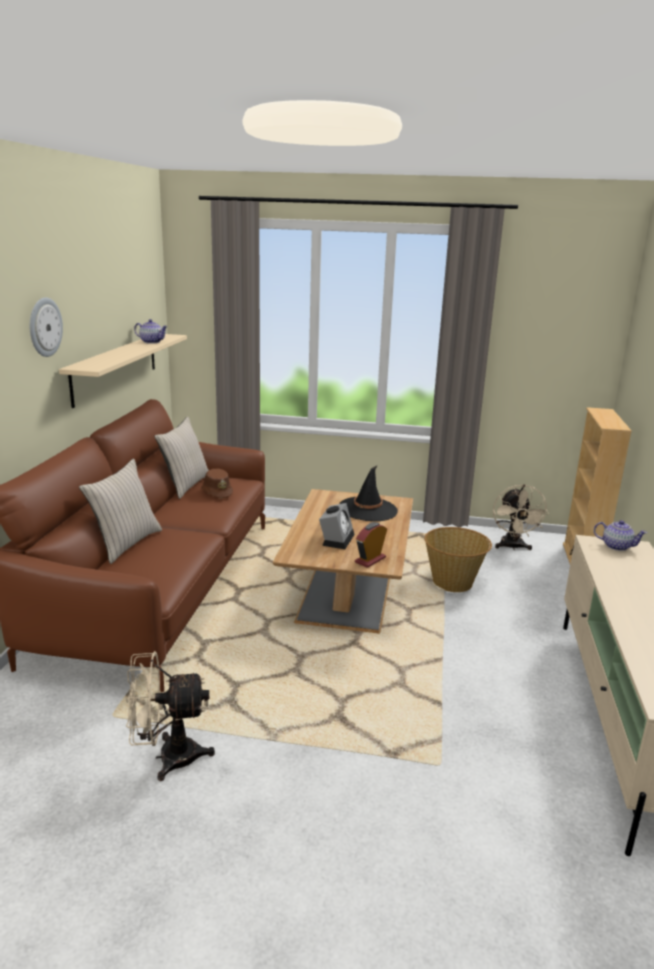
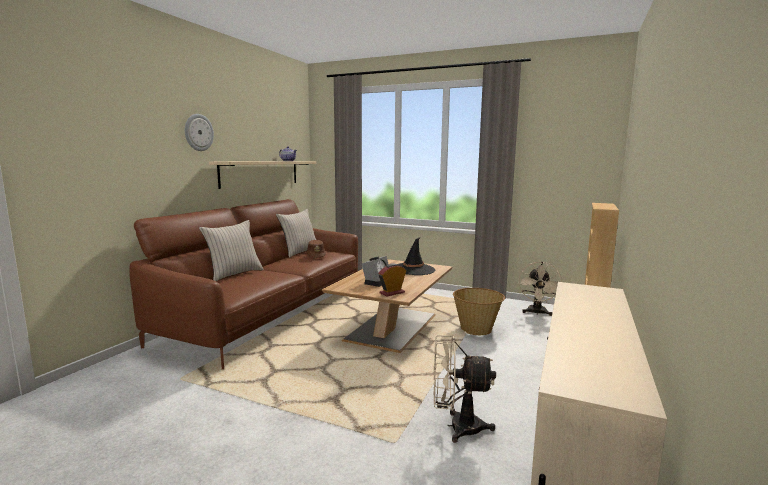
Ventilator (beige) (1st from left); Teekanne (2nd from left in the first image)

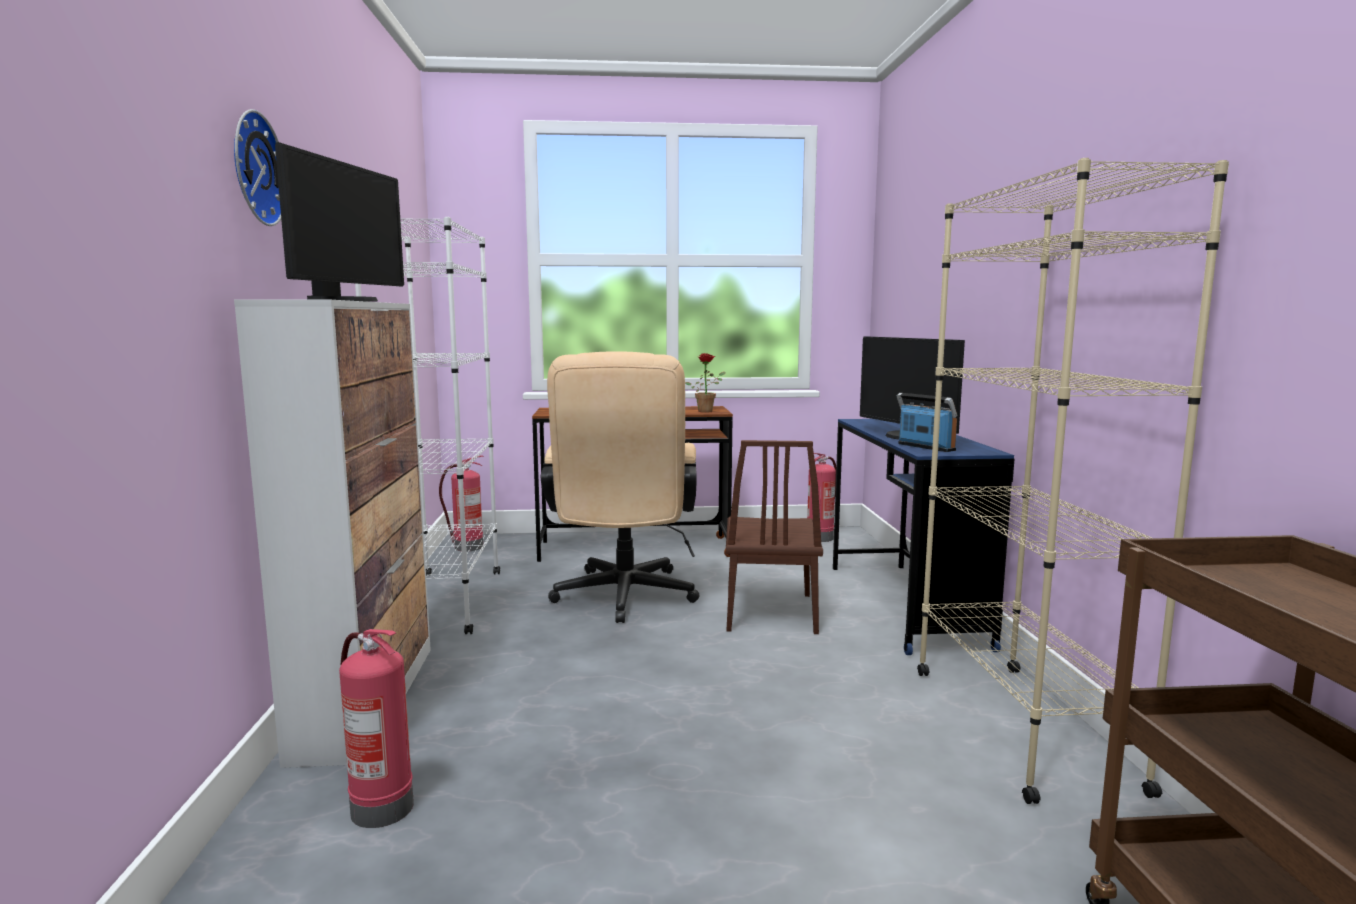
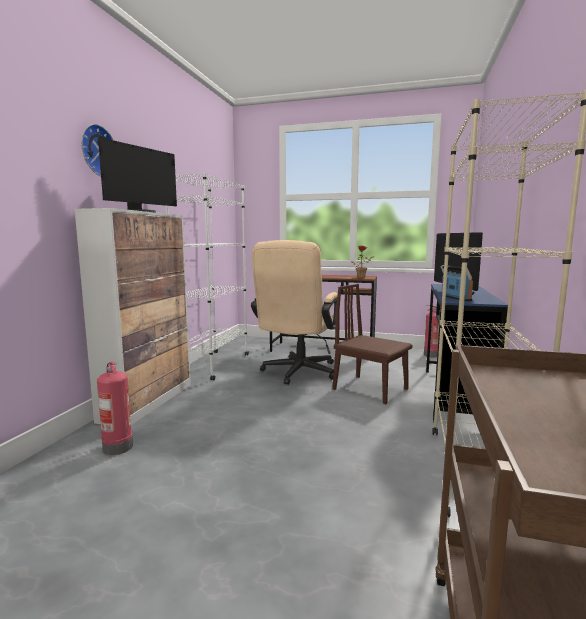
Feuerlöscher (2nd from left in the first image); Stuhl (braun)

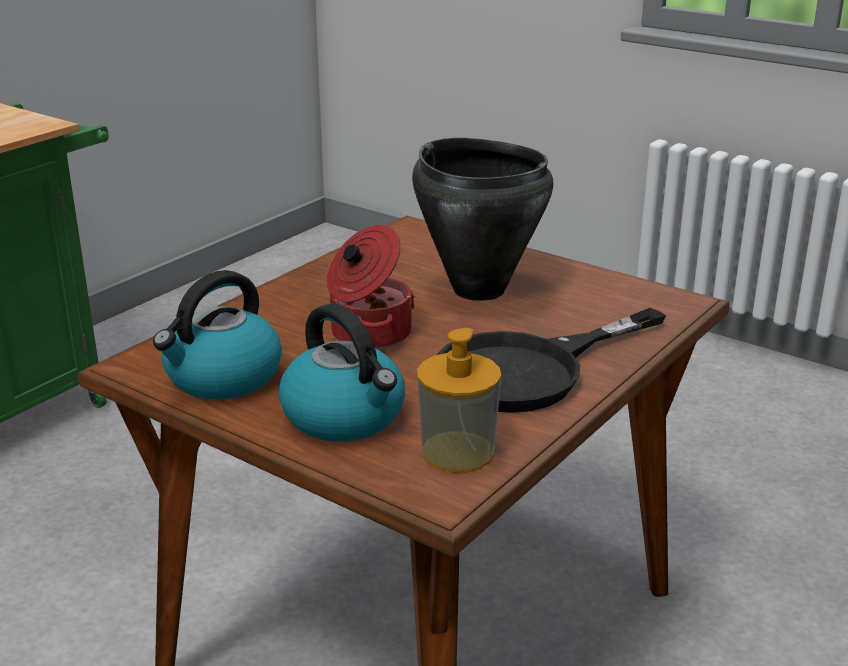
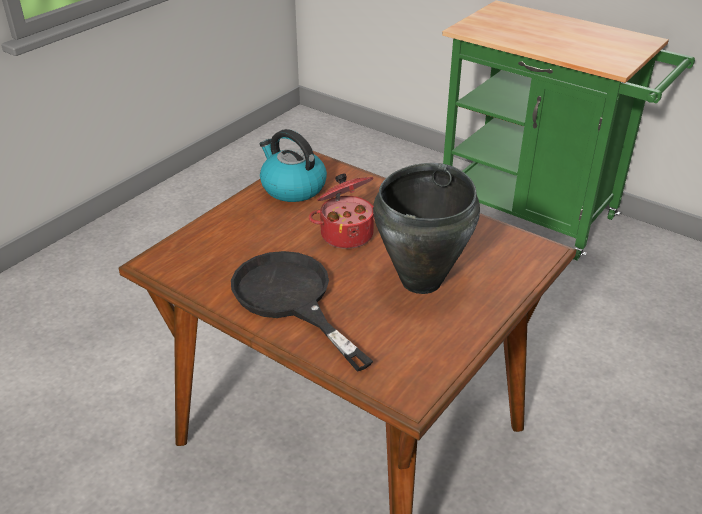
Wasserkessel (2nd from left in the first image); Seifenspender

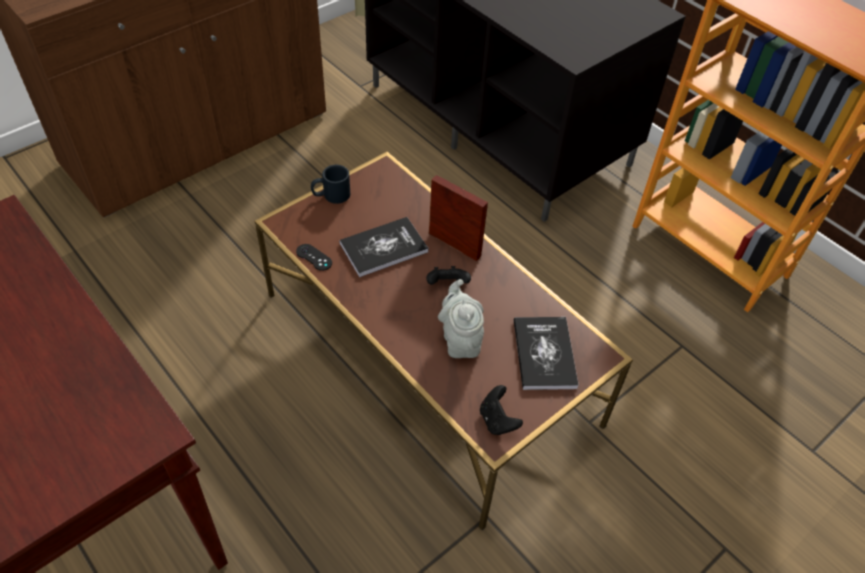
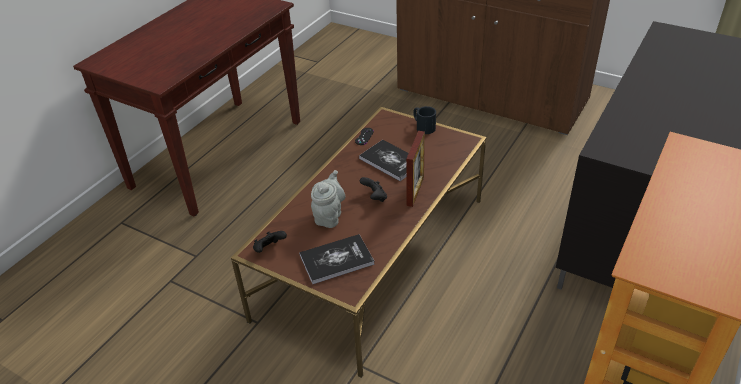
Teekanne (grau)

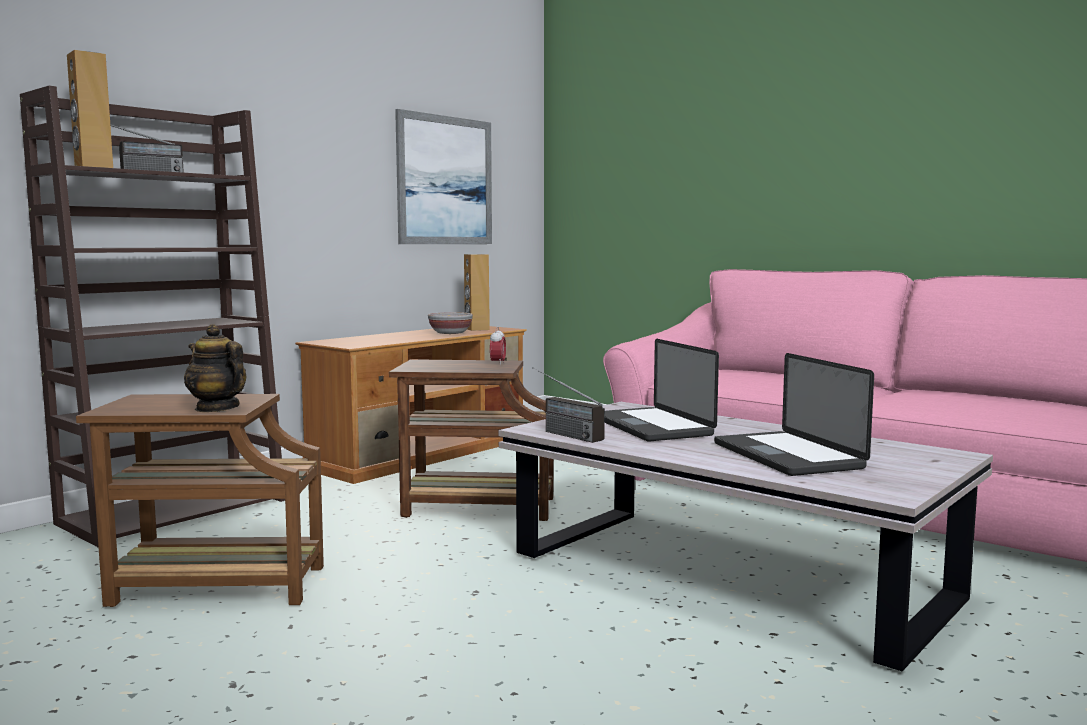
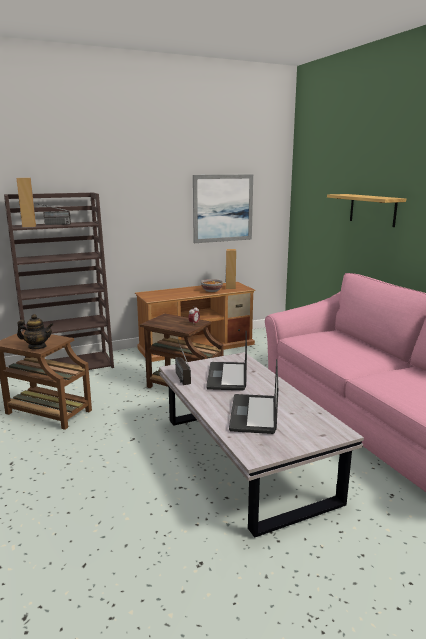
Teekanne; Wandregal

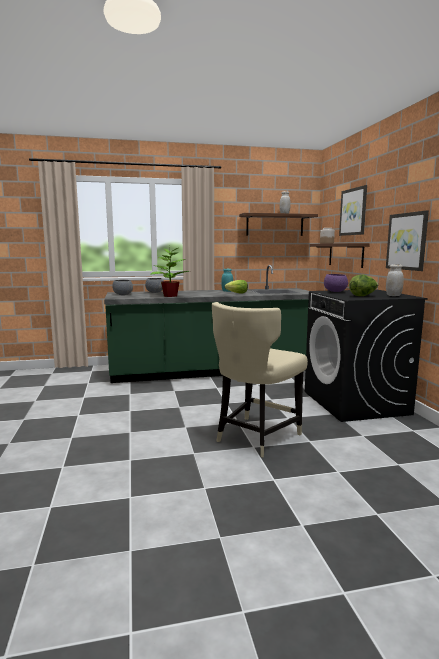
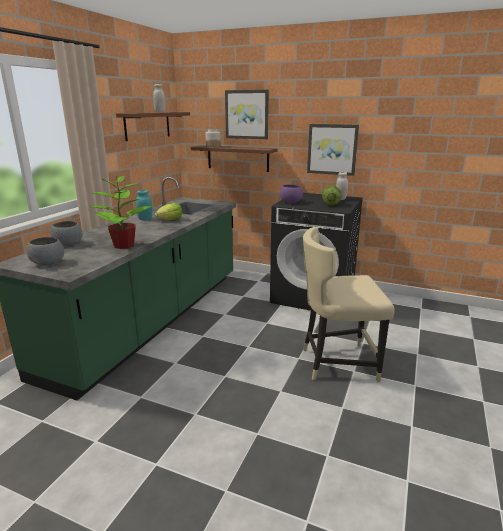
Stuhl (beige)

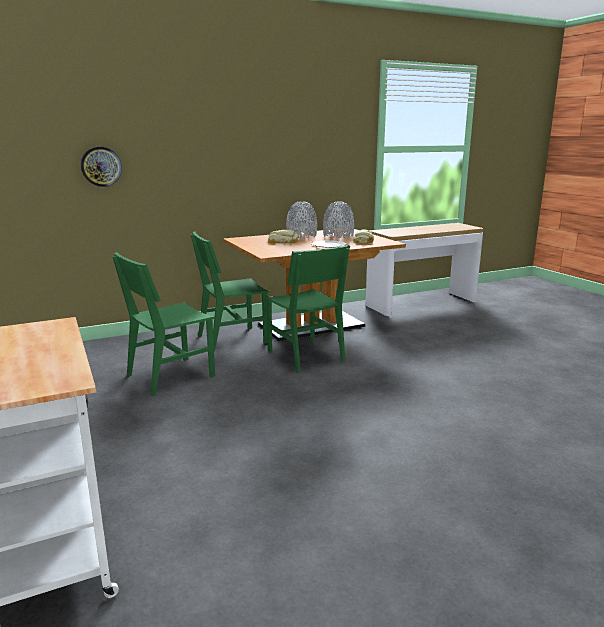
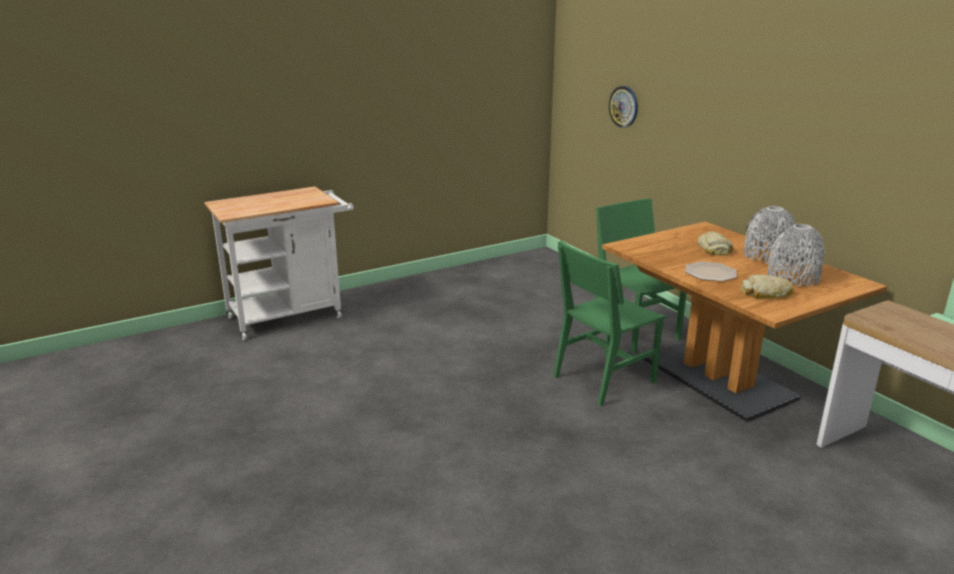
Stuhl (grün) (1st from left in the first image)

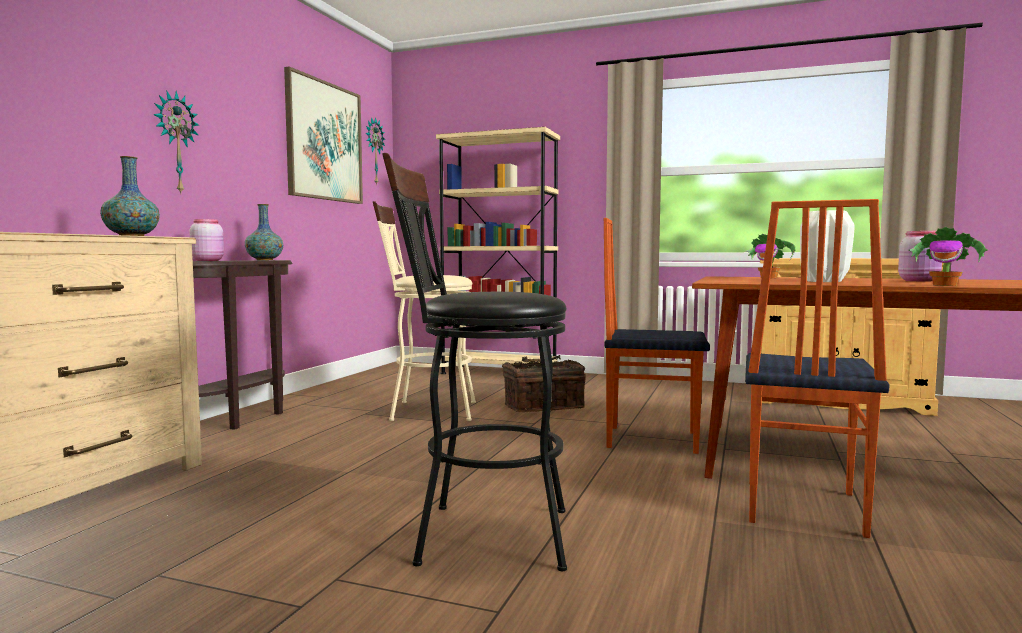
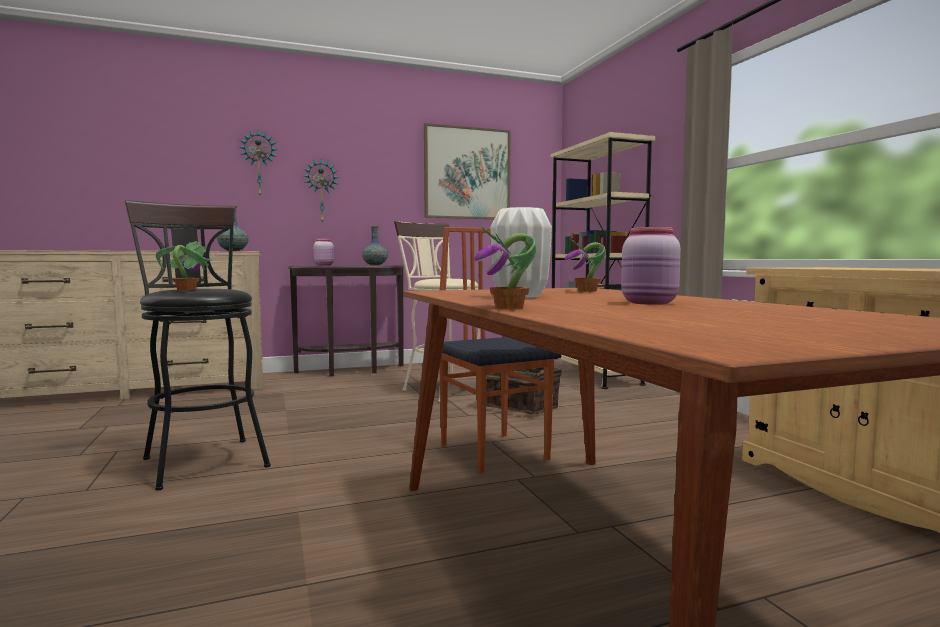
Wanduhr (1st from left); Stuhl (2nd from left in the first image); Topfpflanze (1st from left)

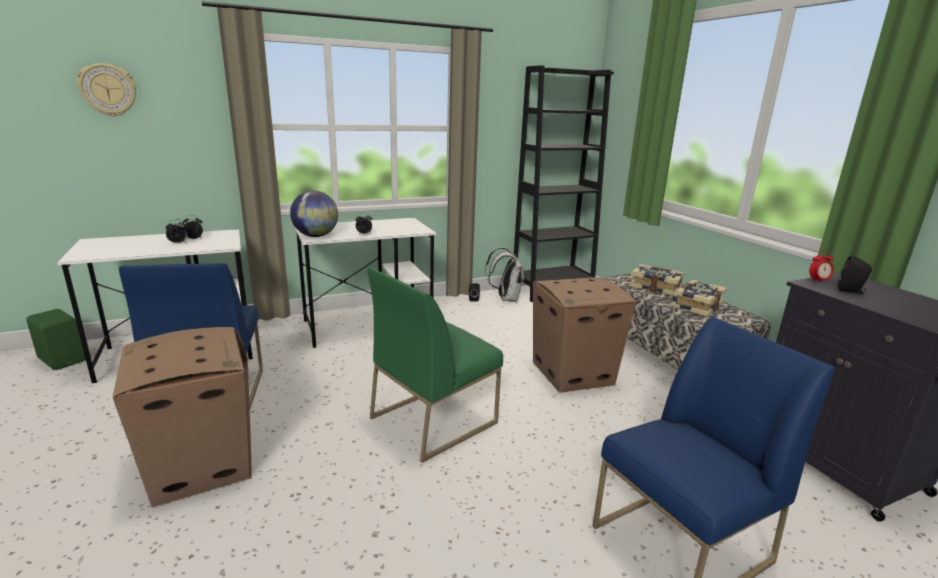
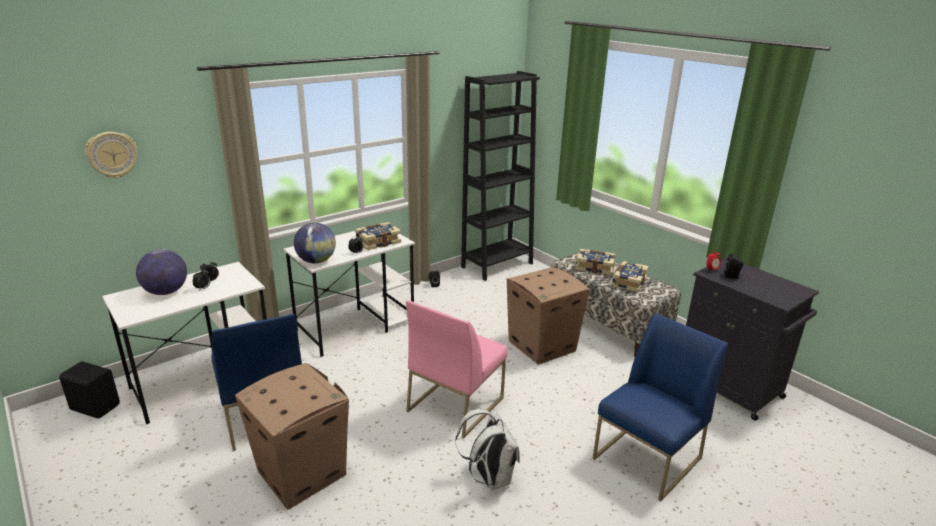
Lautsprecher (schwarz) (1st from left); Stuhl (rosa); Rucksack (weiß); Globus (1st from left); Buch (1st from left)

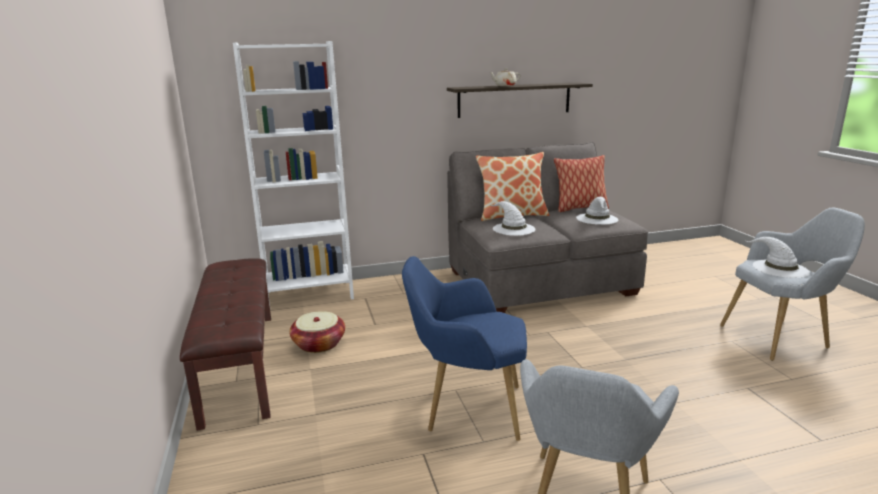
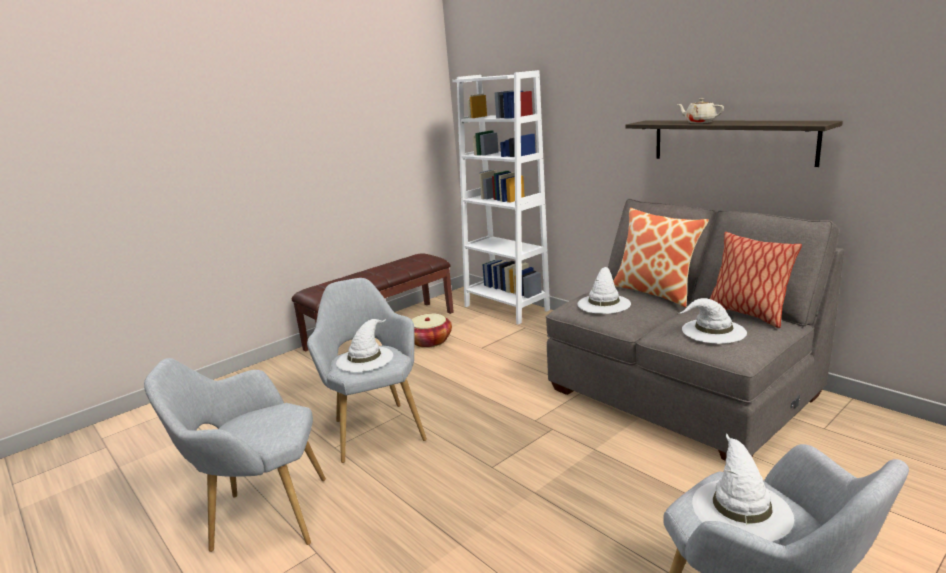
Sessel (grau) (2nd from left); Hut (weiß) (1st from left)

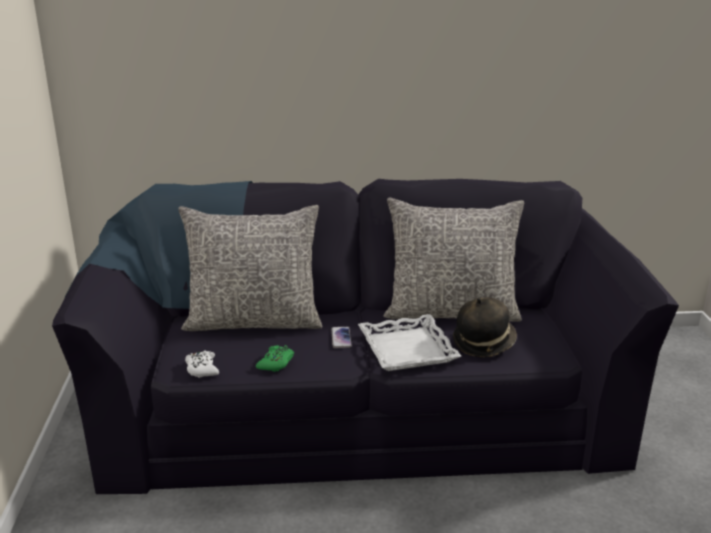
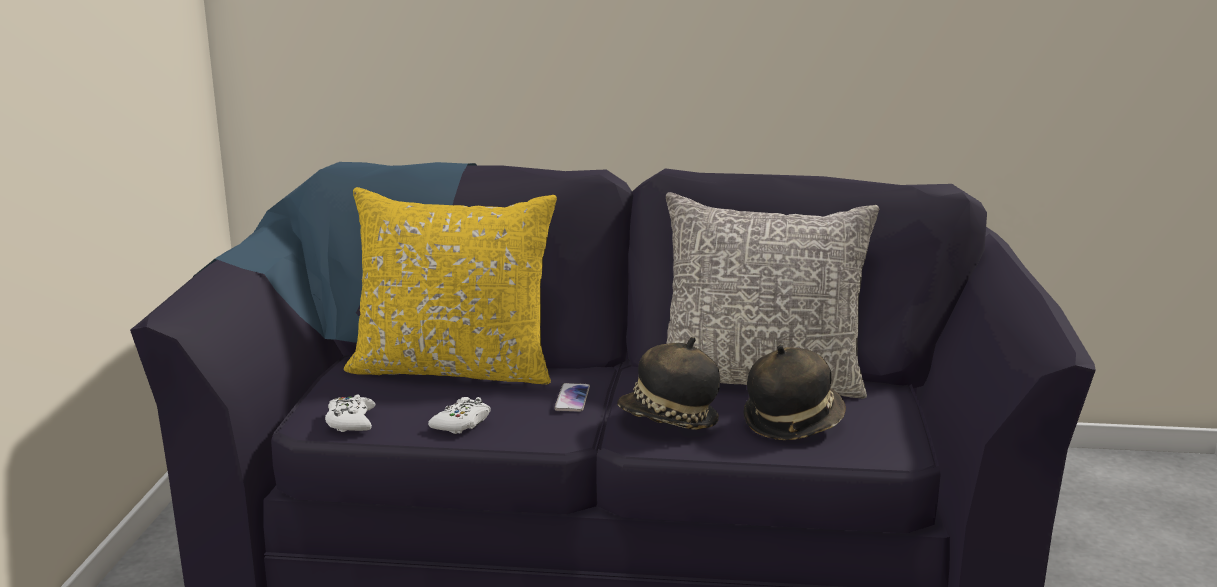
Kissen (gelb); Gamepad (weiß) (2nd from left); Hut (1st from left)

